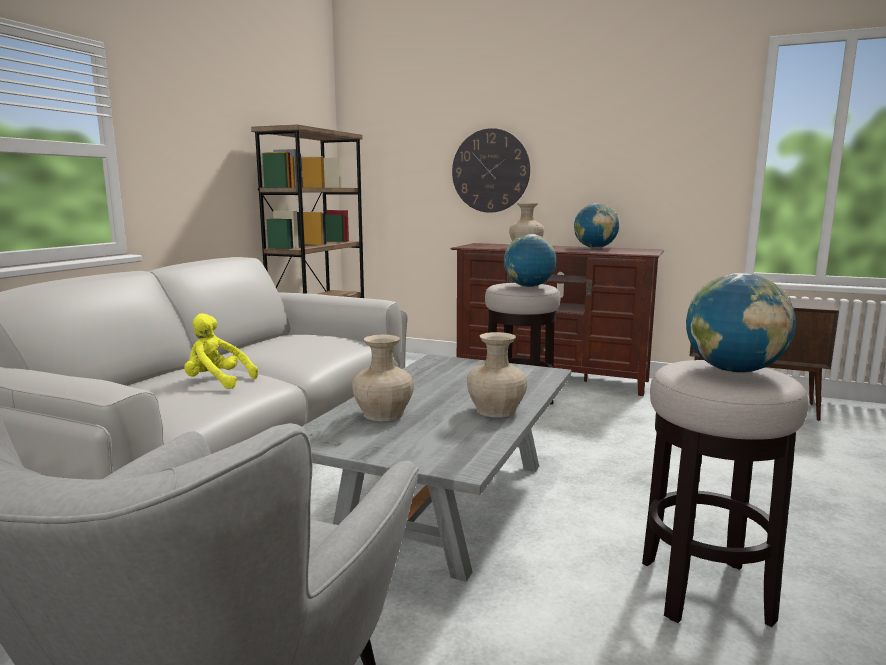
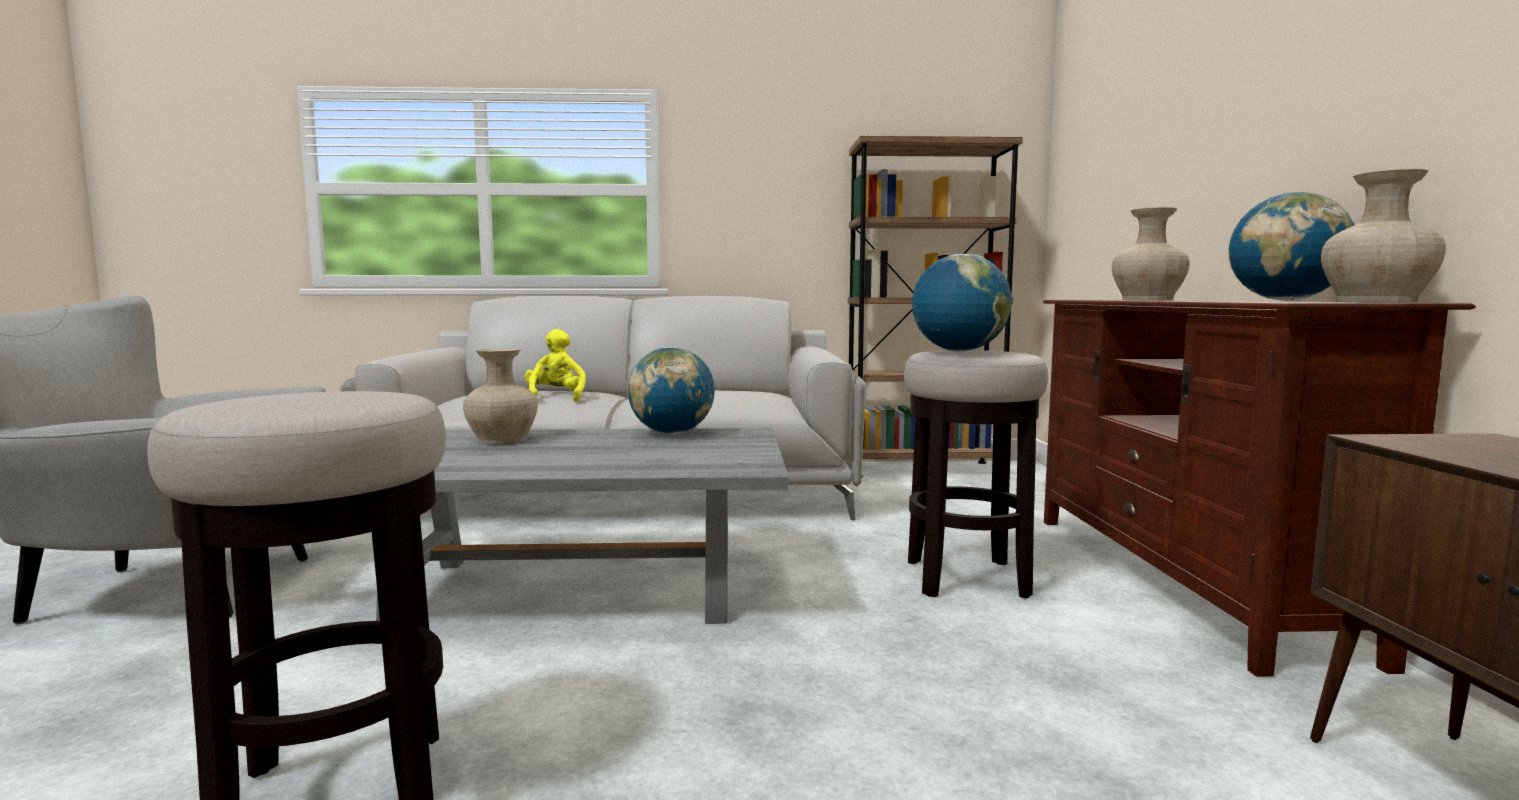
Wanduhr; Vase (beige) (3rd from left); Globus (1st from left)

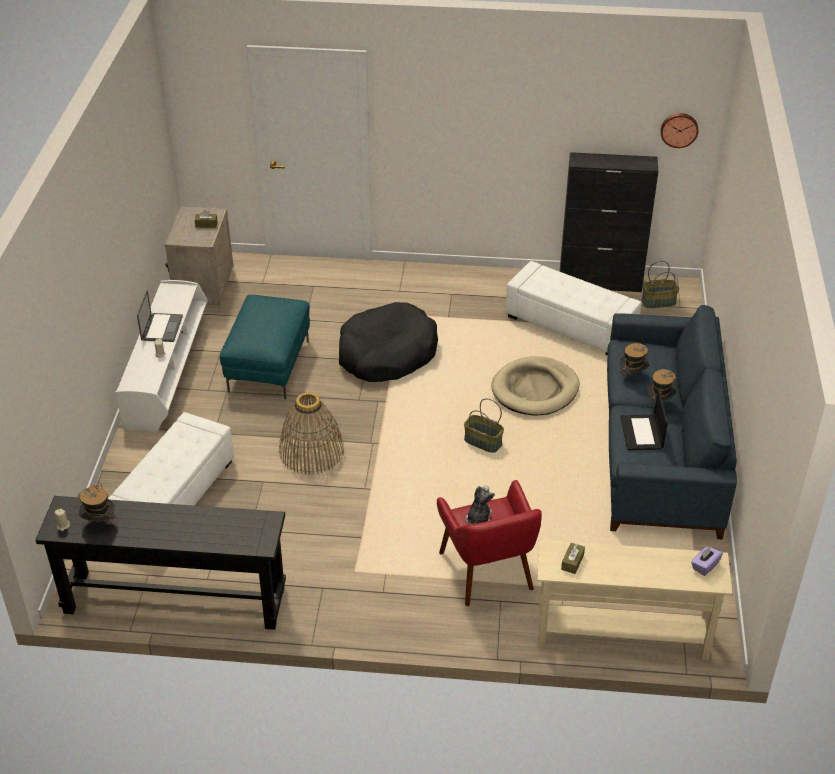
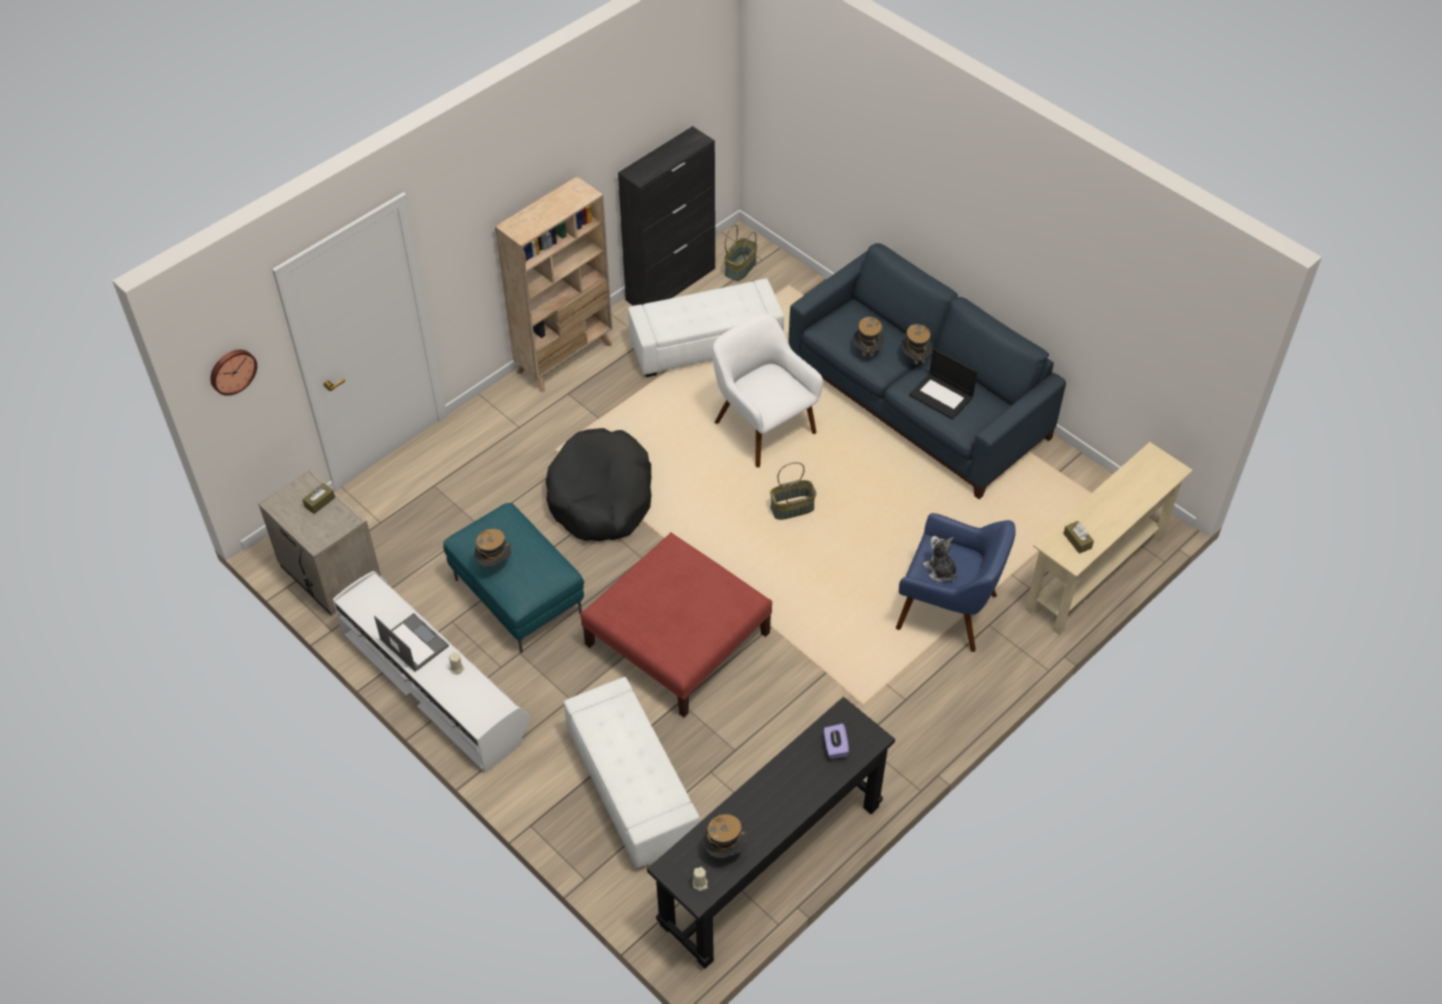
Polsterhocker (rot); Sessel (blau); Sessel (weiß); Wanduhr; Taschentuchbox (lila); Hut (1st from left); Bücherregal (beige)

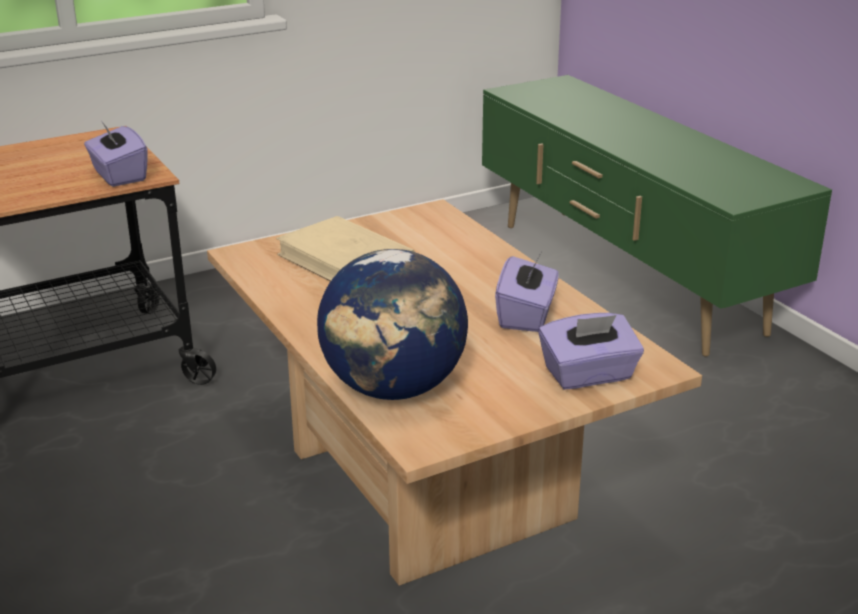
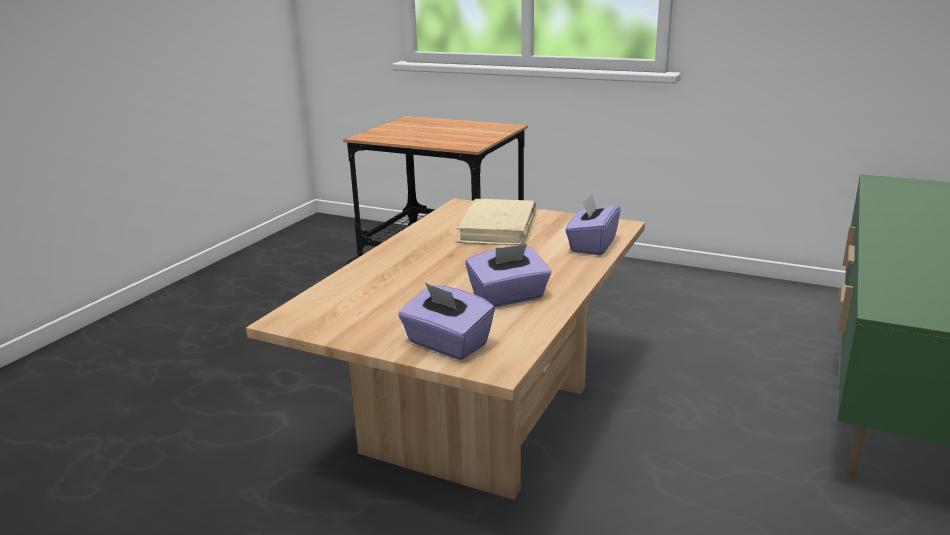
Taschentuchbox (lila) (3rd from left); Globus

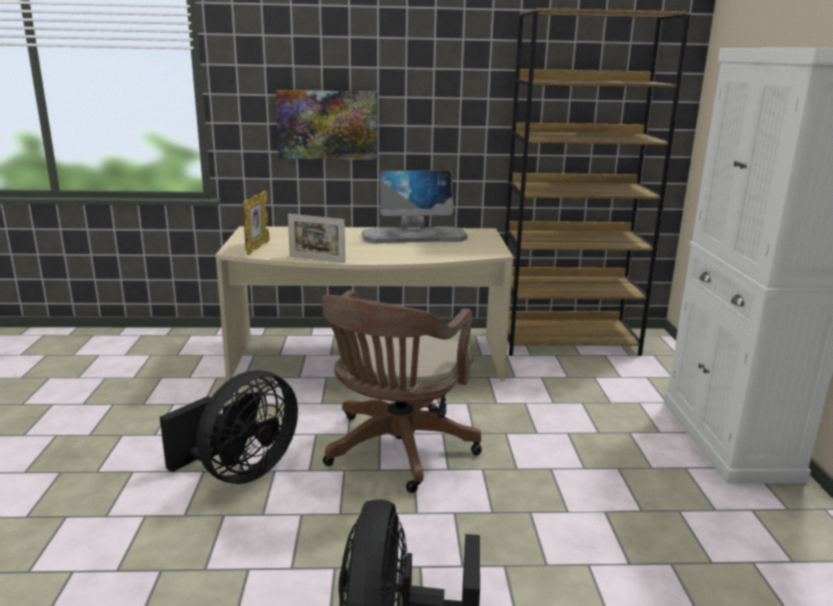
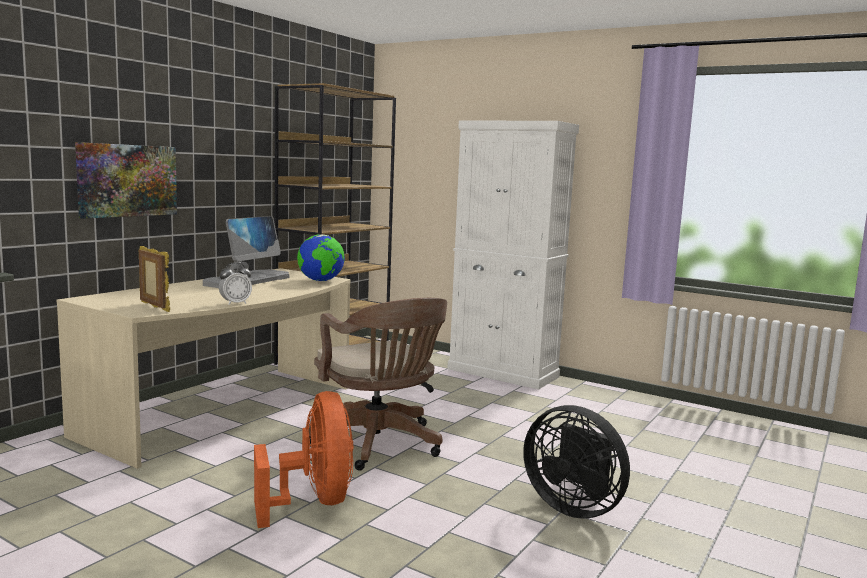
Ventilator (orange); Wecker; Globus

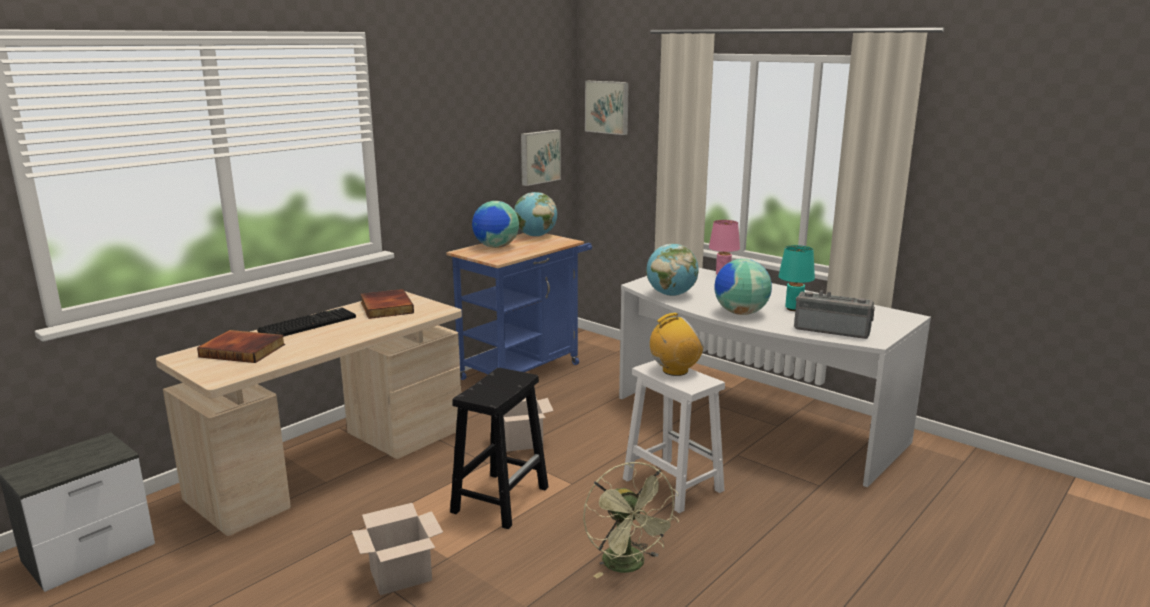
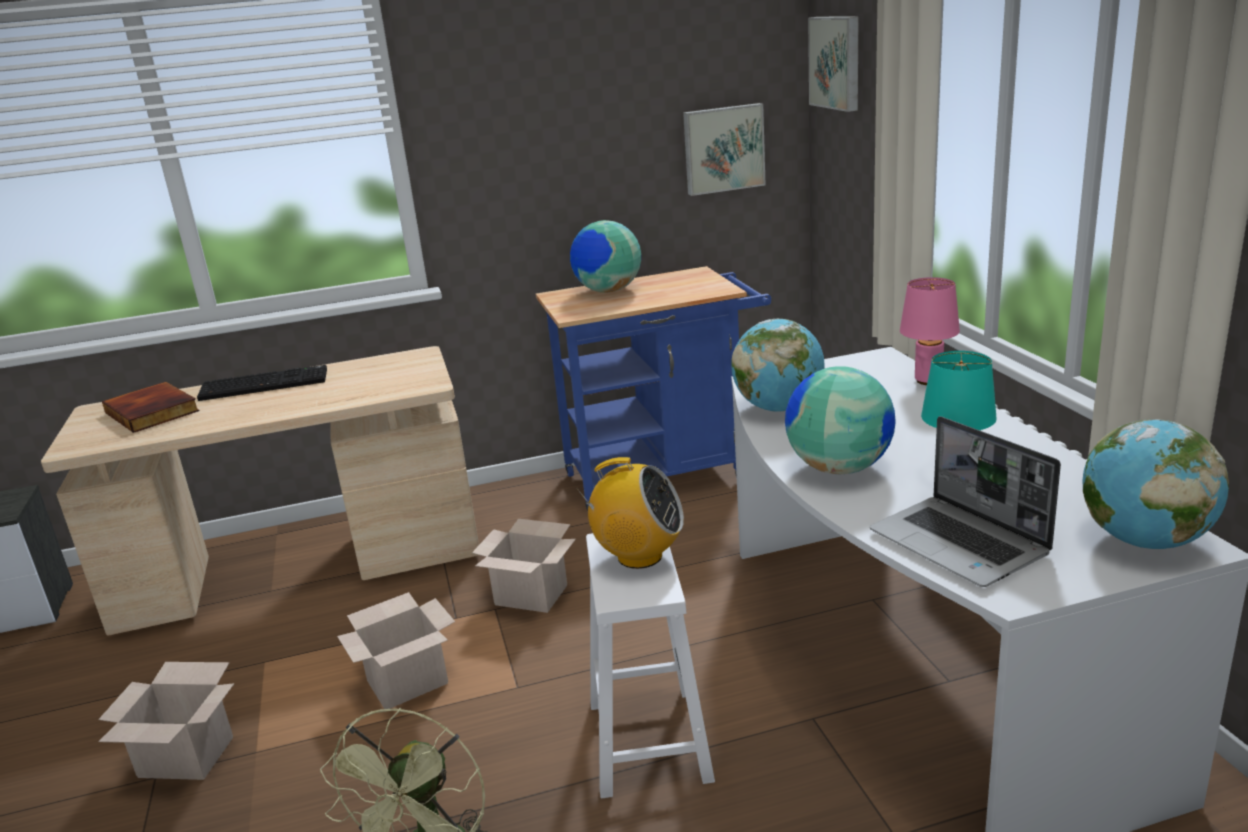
Buch (2nd from left in the first image); Karton (2nd from left); Globus (4th from left); Laptop

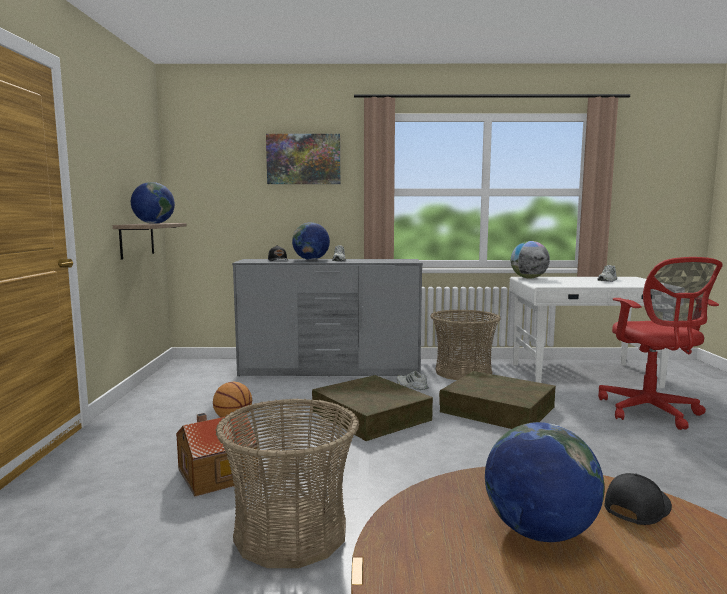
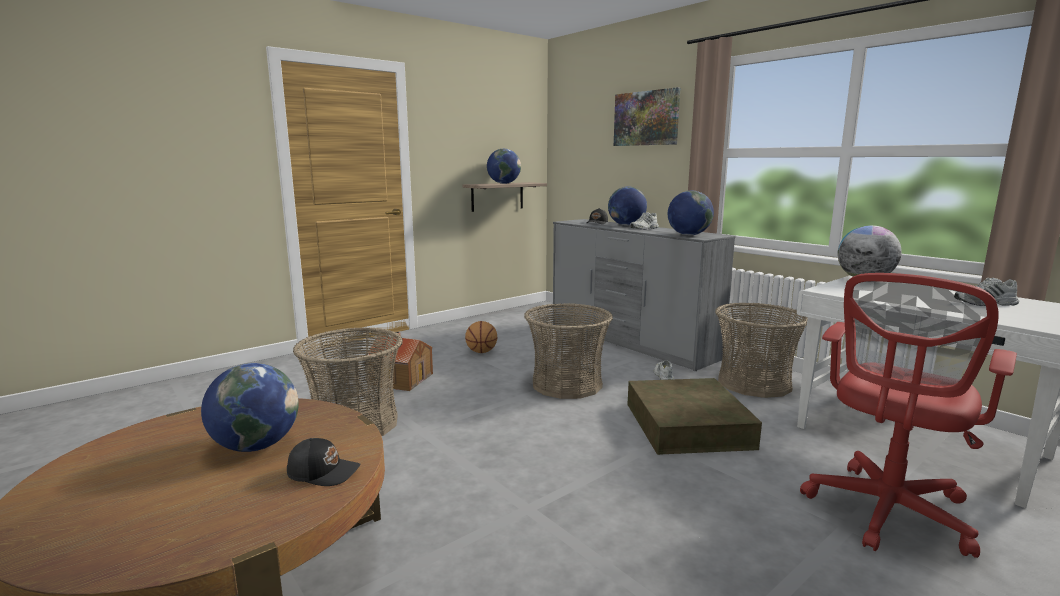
Korb (2nd from left); Globus (4th from left)

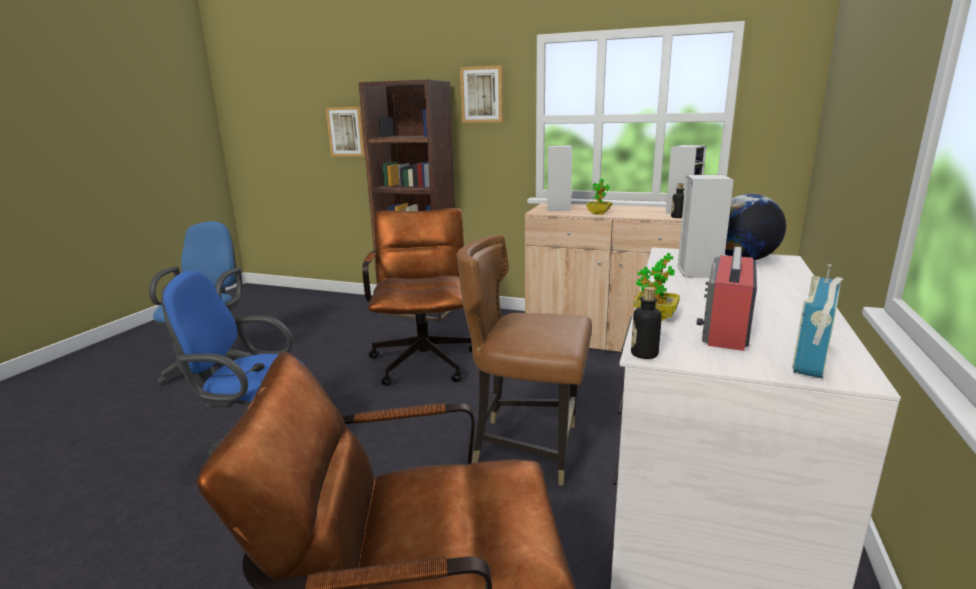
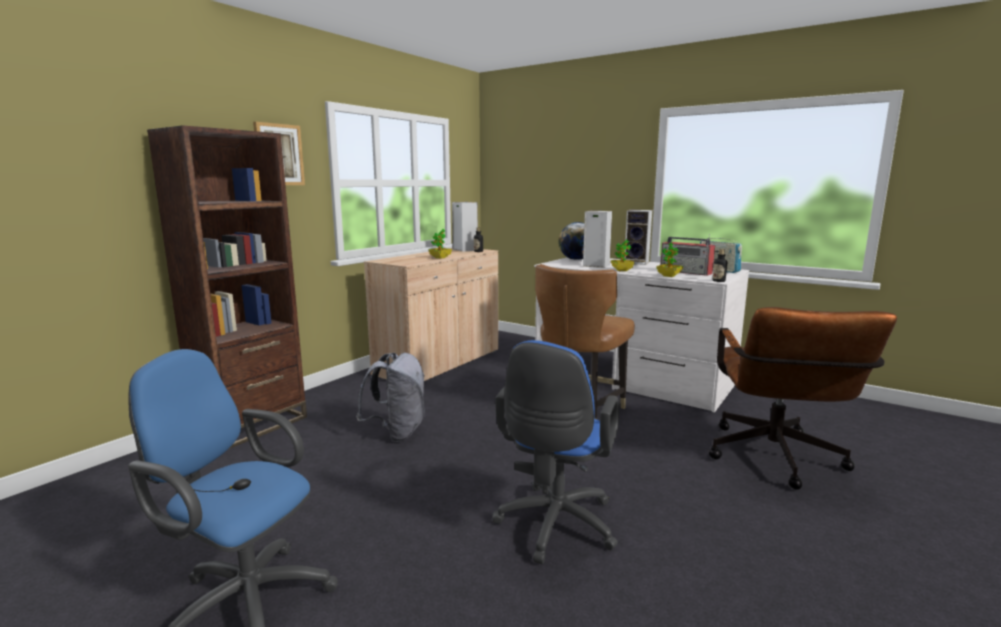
Bild (1st from left in the first image); Rucksack (grau); Lautsprecher (3rd from left); Topfpflanze (2nd from left)

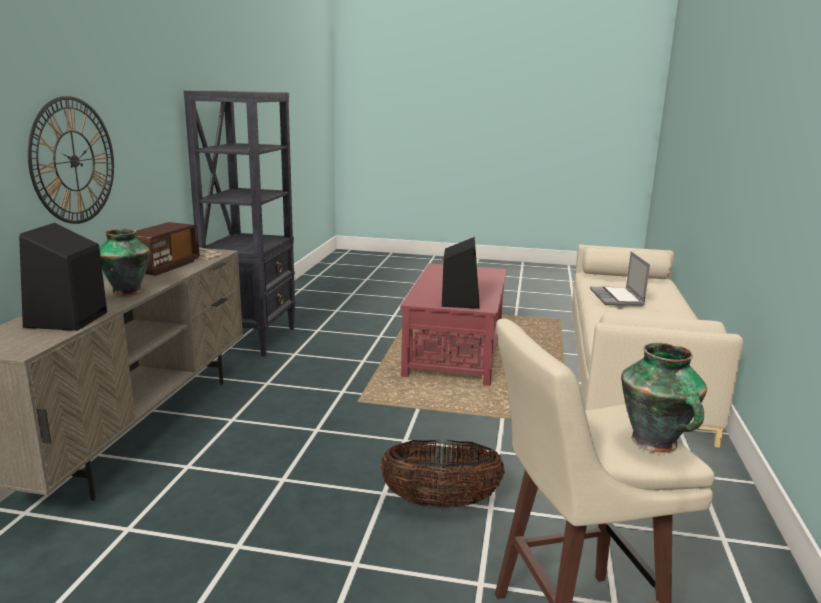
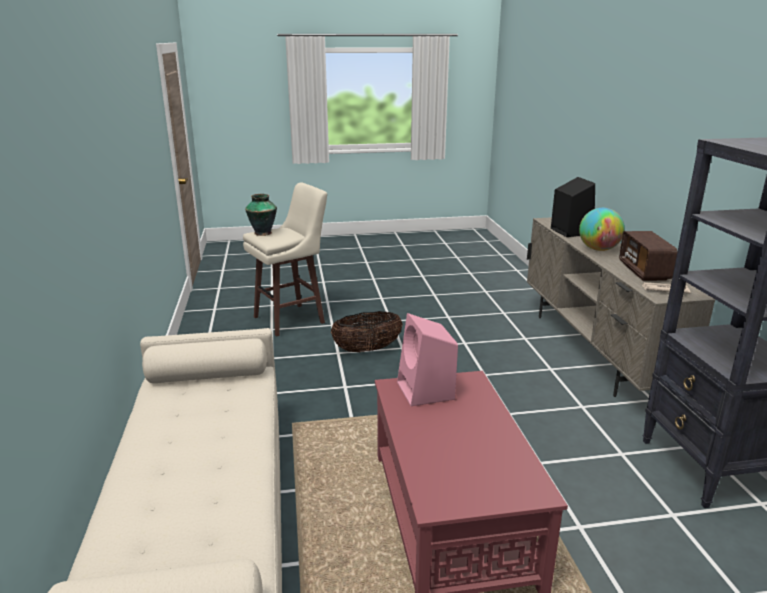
Wanduhr; Globus; Lautsprecher (rosa); Laptop

